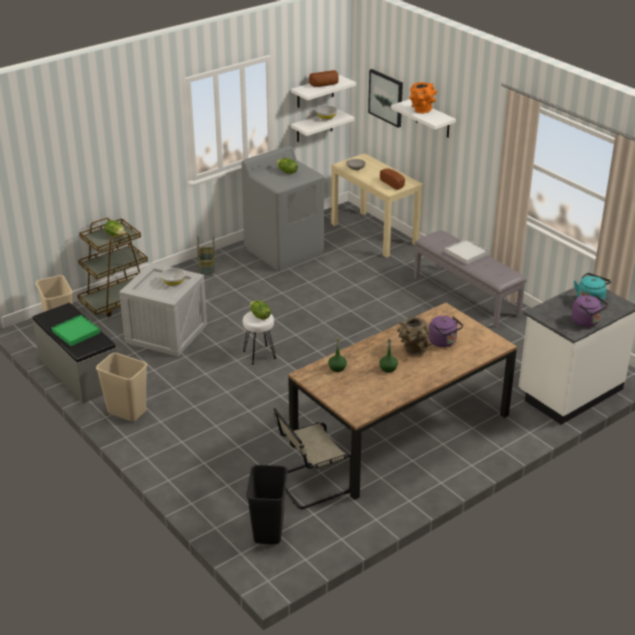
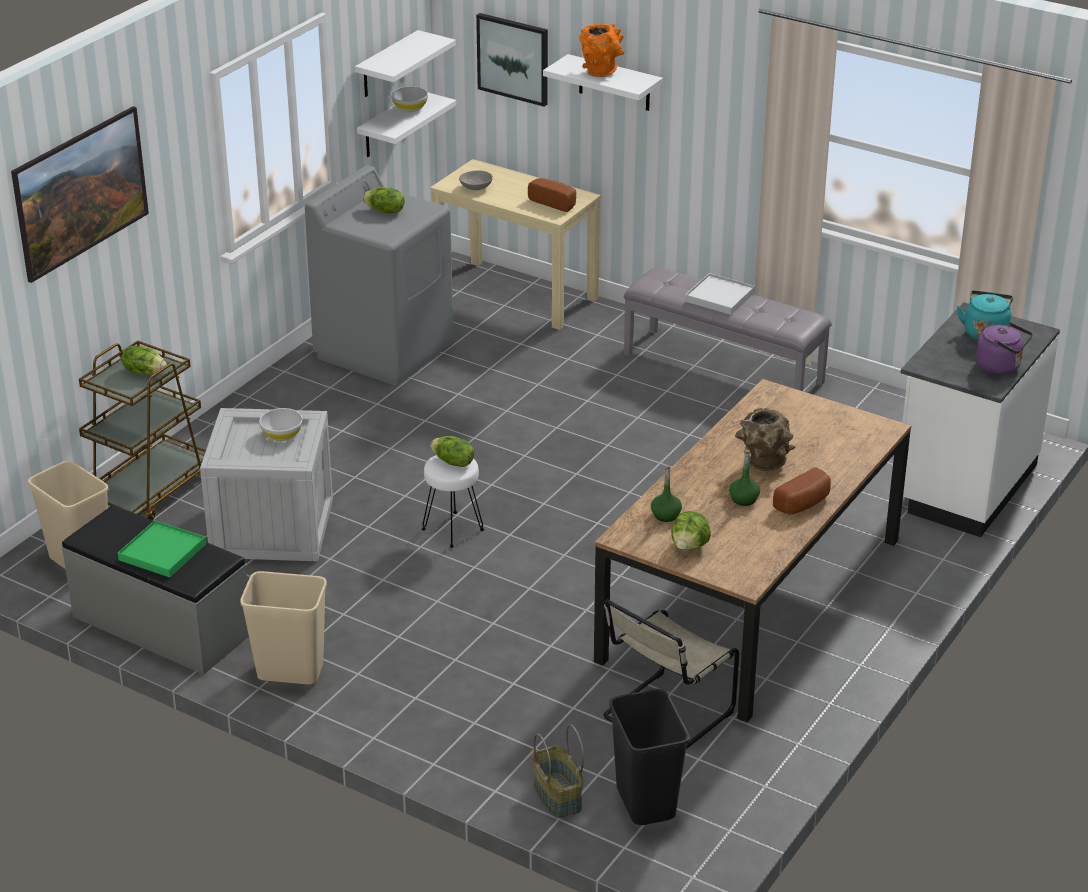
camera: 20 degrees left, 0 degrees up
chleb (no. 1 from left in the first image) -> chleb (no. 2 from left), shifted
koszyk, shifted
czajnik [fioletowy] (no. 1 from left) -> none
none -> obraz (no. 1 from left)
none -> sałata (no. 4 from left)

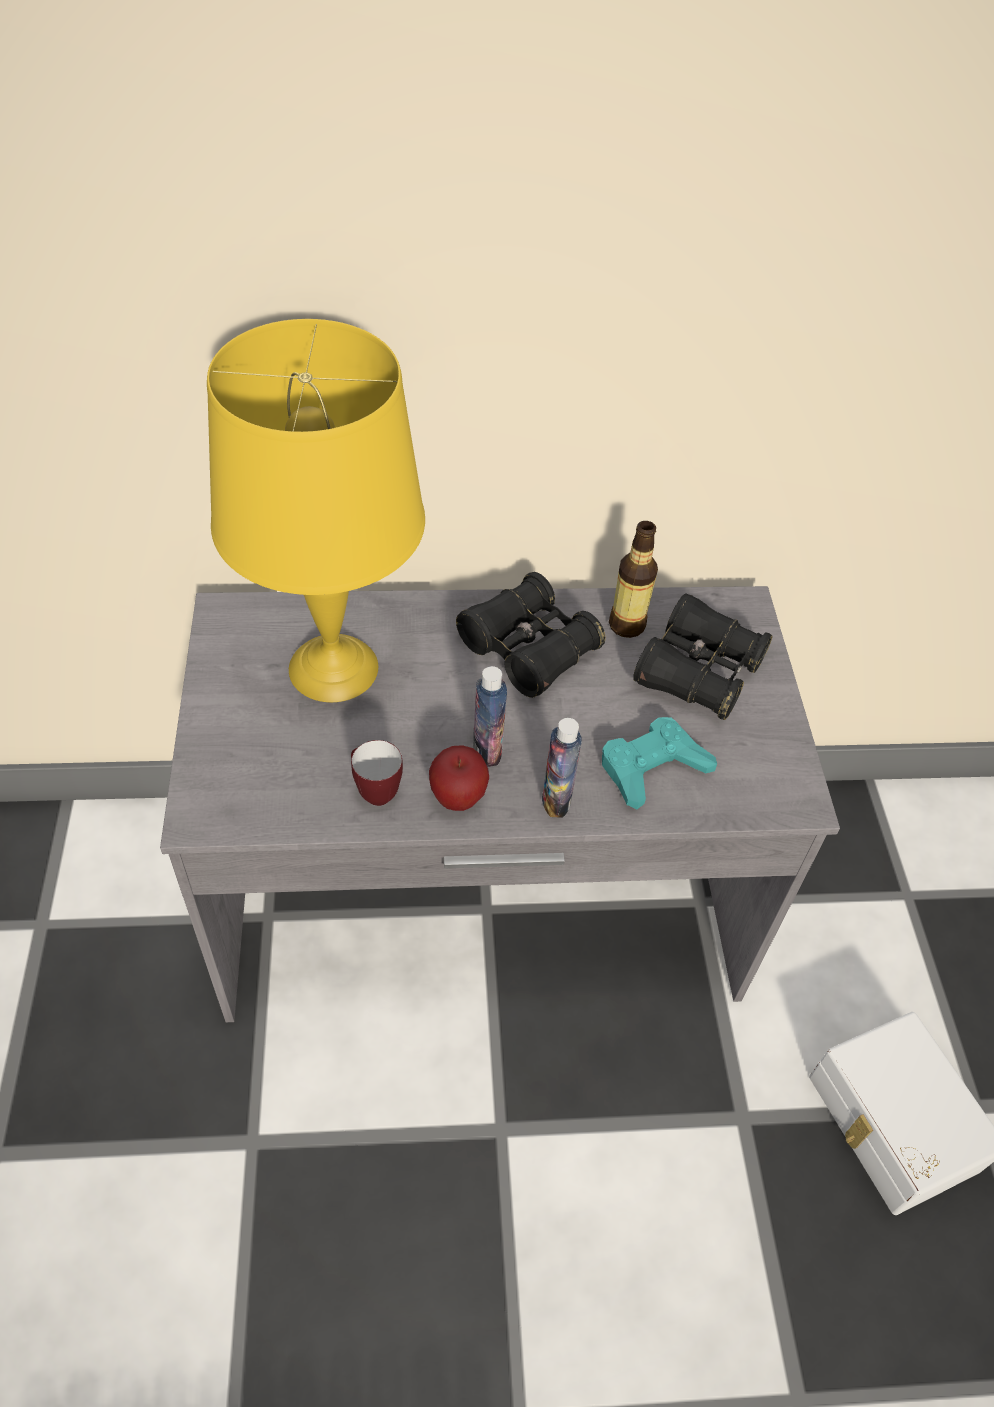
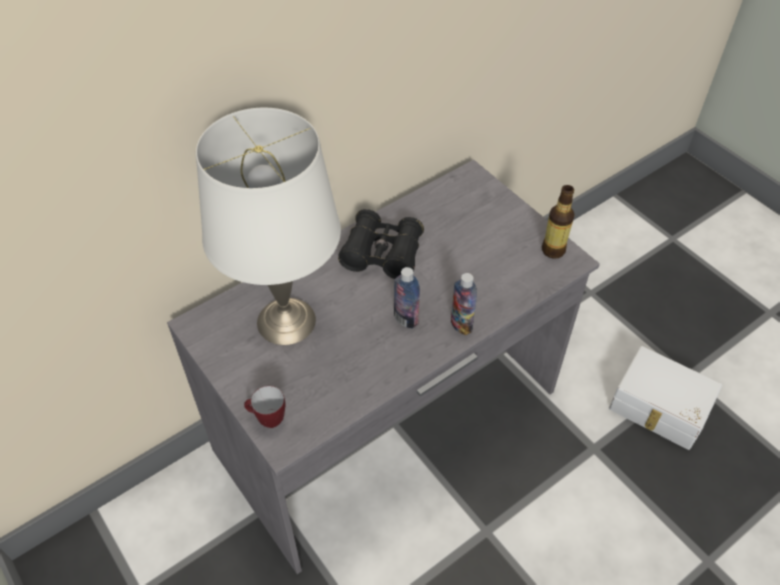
camera: 30 degrees left, 0 degrees up
lampa stołowa [żółty] -> lampa stołowa [biały]
butelka (no. 3 from left), shifted
lornetka [czarny] (no. 2 from left) -> none
pad do gier [turkusowy] -> none
kubek, shifted
jabłko -> none

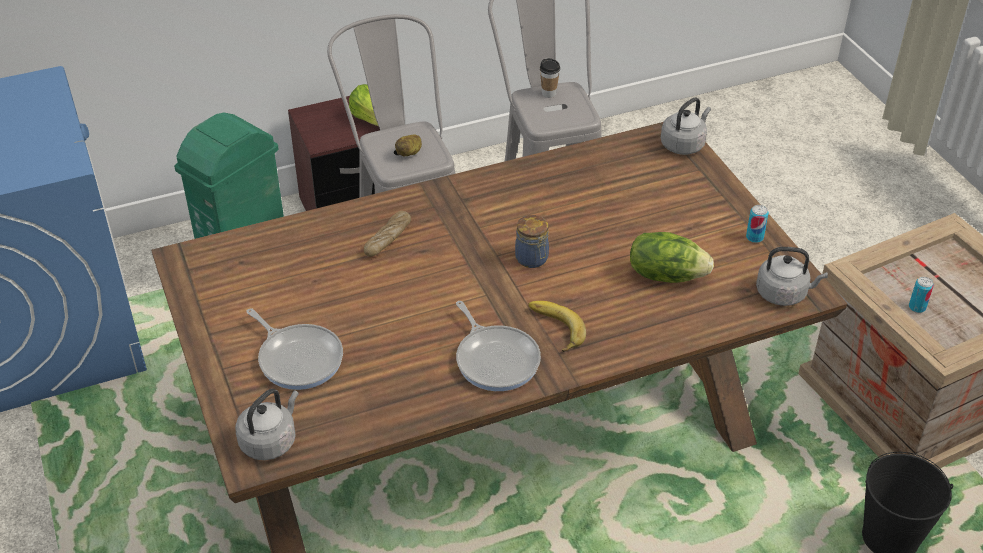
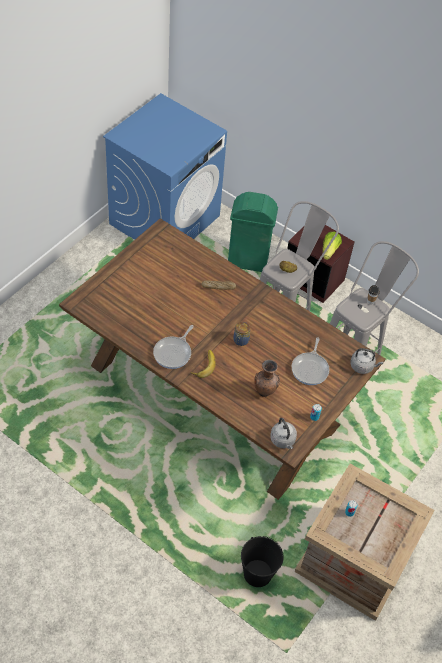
camera: 55 degrees right, 10 degrees up
sałata (no. 2 from left) -> wazon [brązowy]
patelnia (no. 1 from left in the first image) -> patelnia (no. 2 from left), shifted
czajnik [szary] (no. 1 from left) -> none

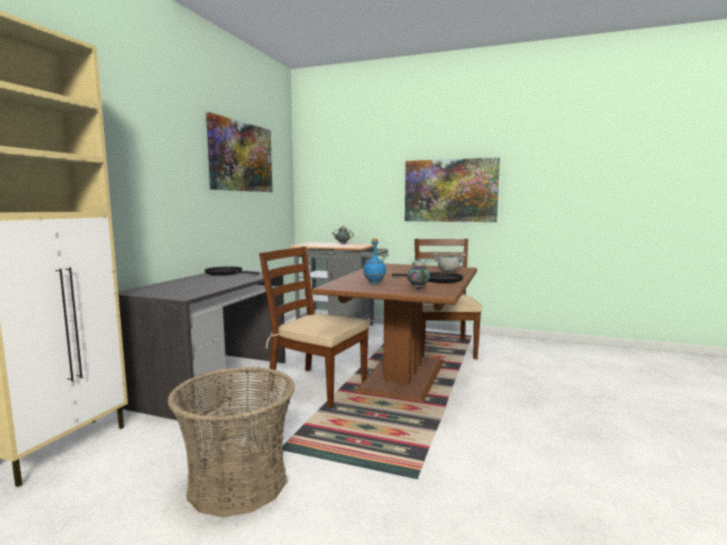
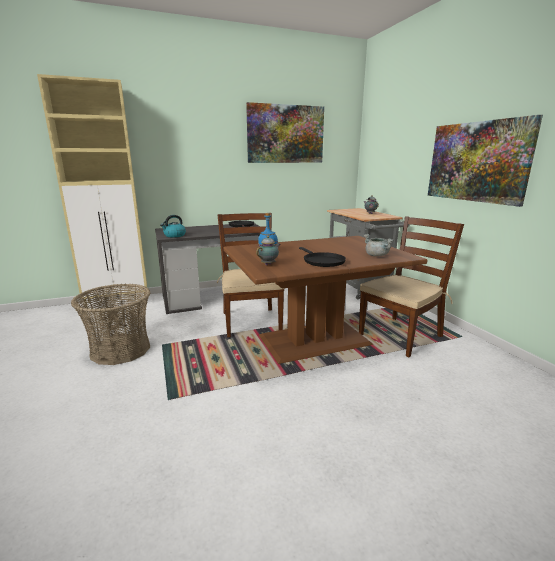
camera: 50 degrees right, 10 degrees up
none -> czajnik

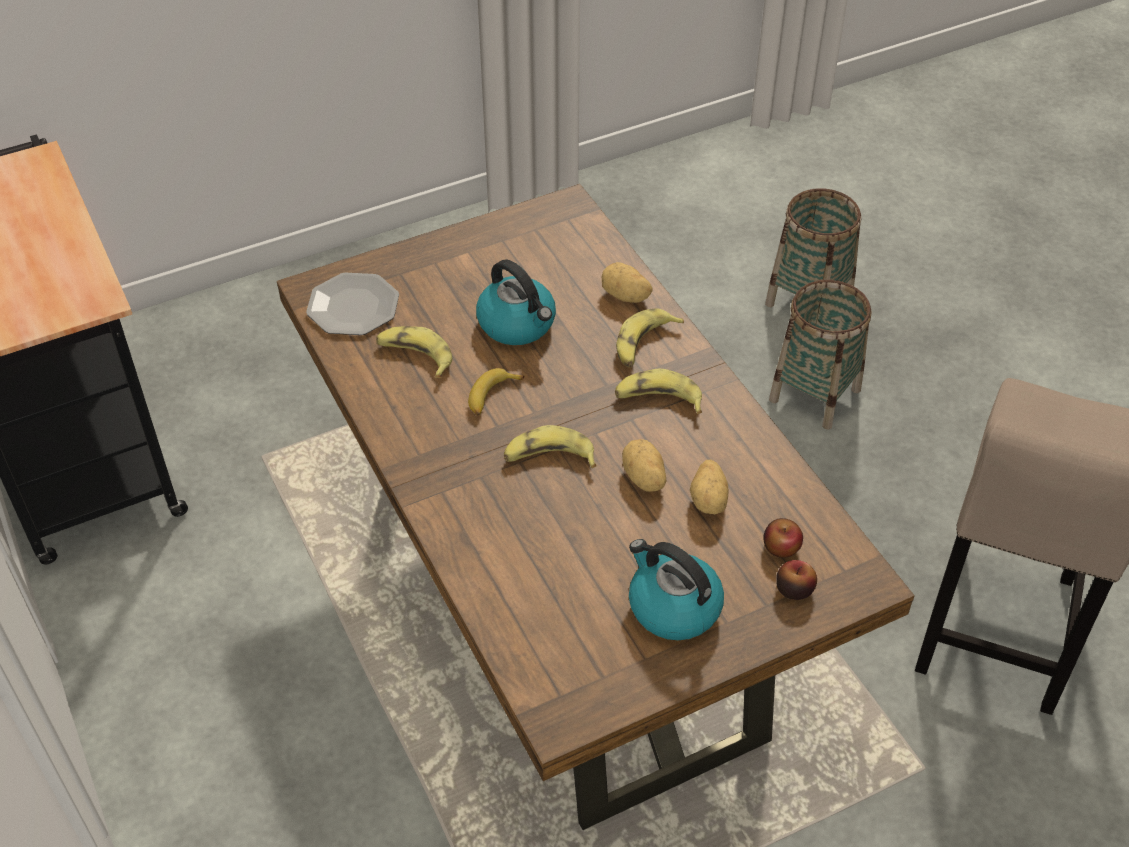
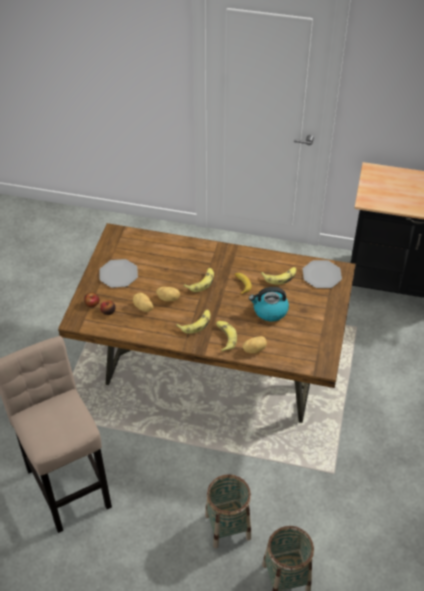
camera: 130 degrees right, 0 degrees up
czajnik (no. 2 from left) -> talerz (no. 1 from left)

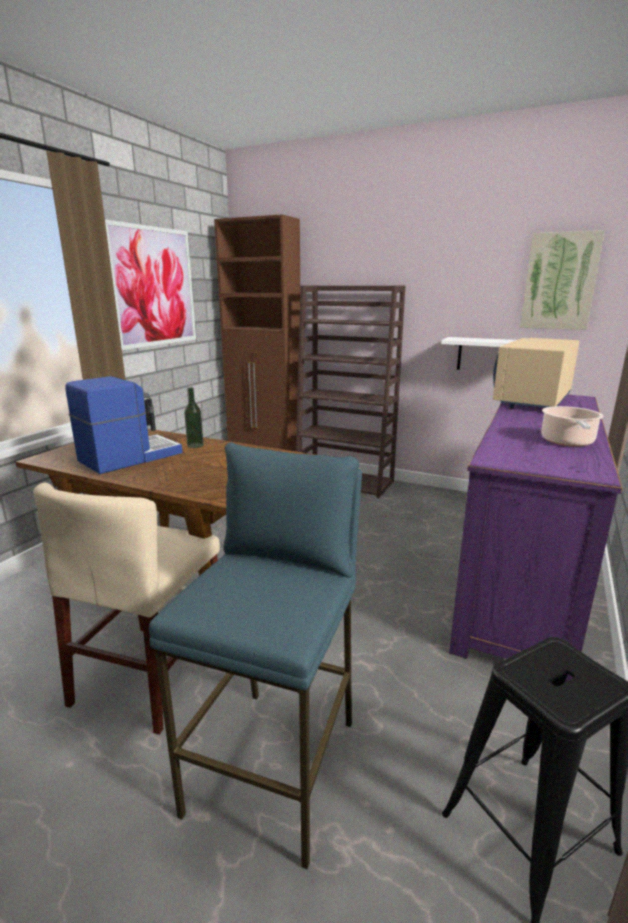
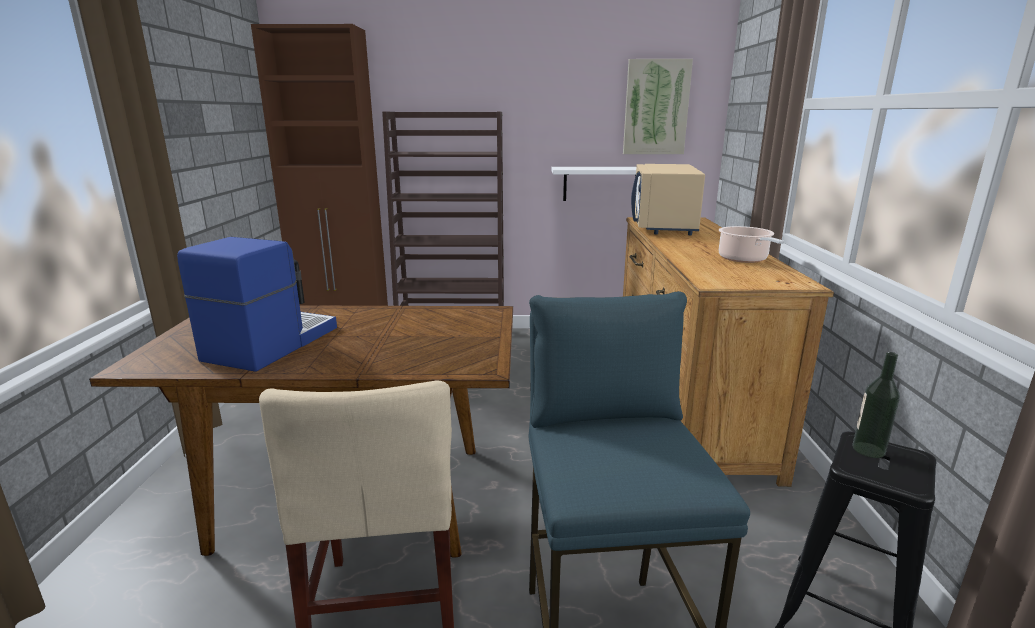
camera: 25 degrees left, 0 degrees up
obraz (no. 1 from left) -> none
butelka, shifted
komoda [fioletowy] -> komoda [brązowy]

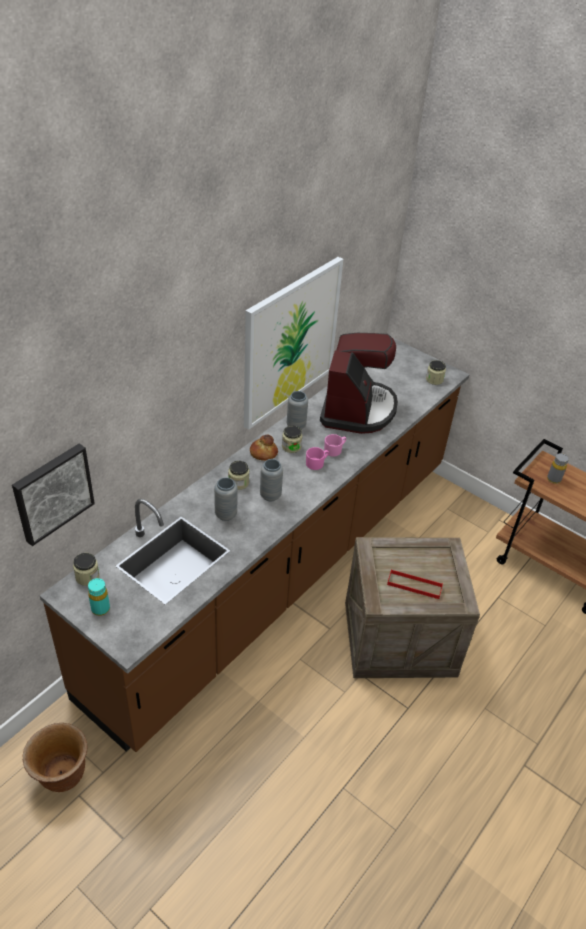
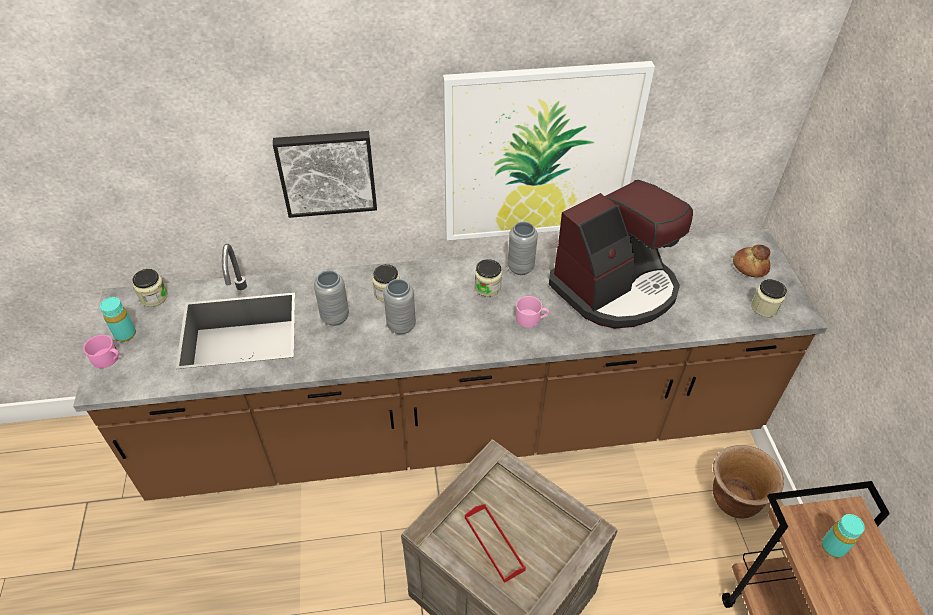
camera: 45 degrees right, 5 degrees up
chleb, shifted
obraz (no. 1 from left), shifted
kubek [różowy] (no. 1 from left), shifted
butelka [szary] -> butelka [turkusowy] (no. 2 from left)
donica [brązowy], shifted

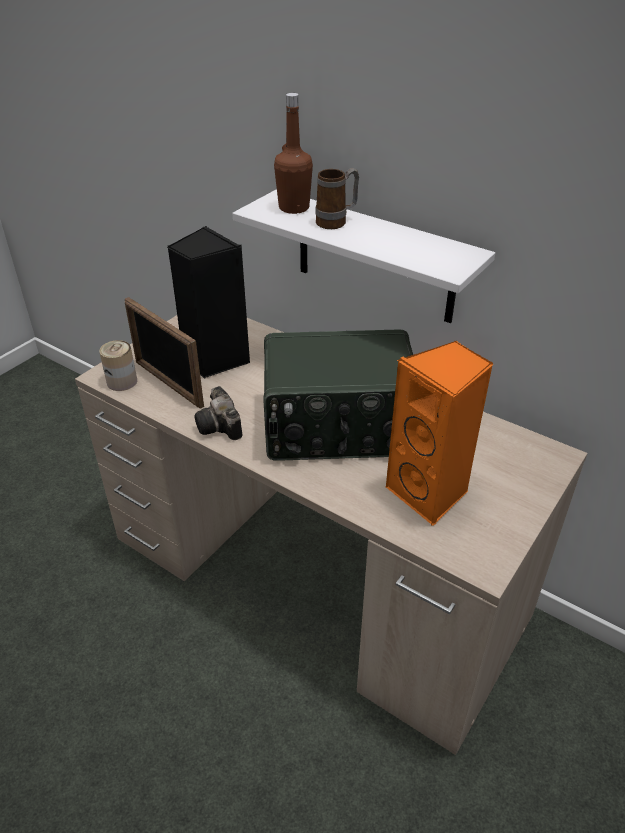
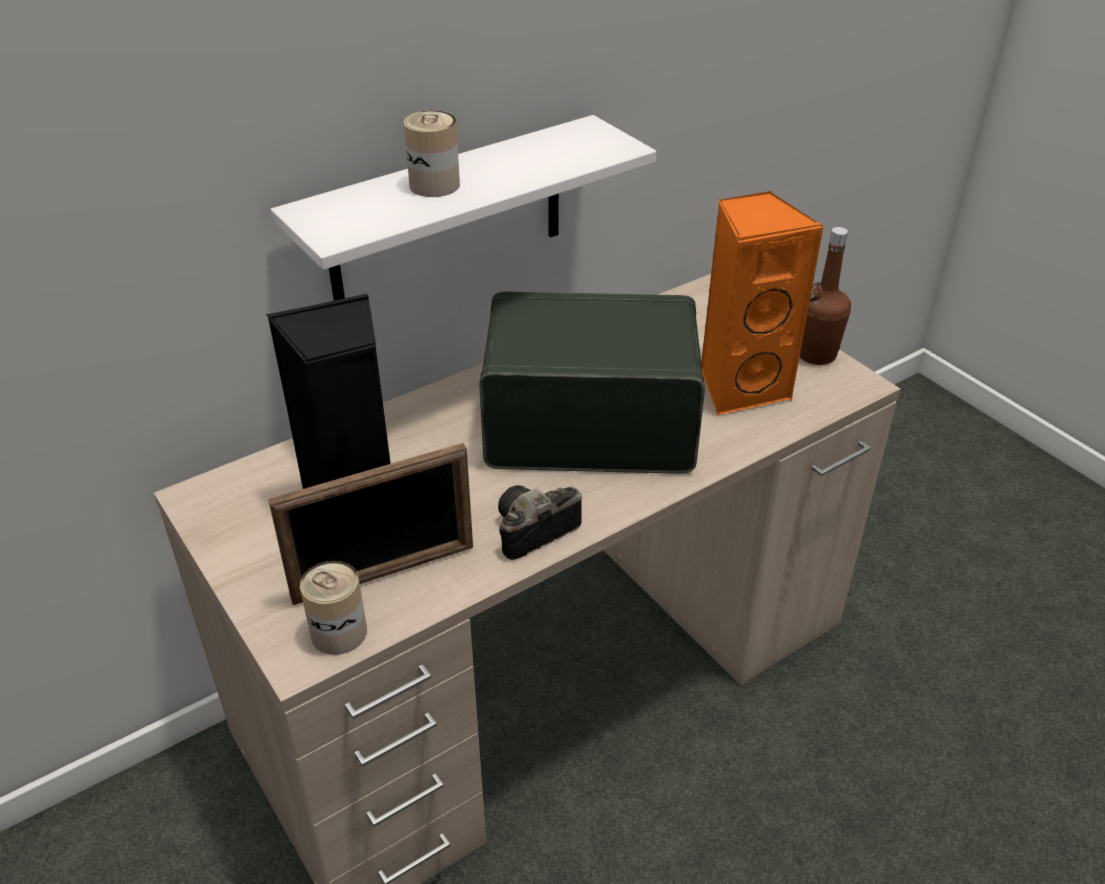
camera: 70 degrees left, 0 degrees up
butelka [brązowy], shifted
kubek -> puszka (no. 2 from left)
radio, 105 degrees counterclockwise
aparat fotograficzny, 150 degrees clockwise

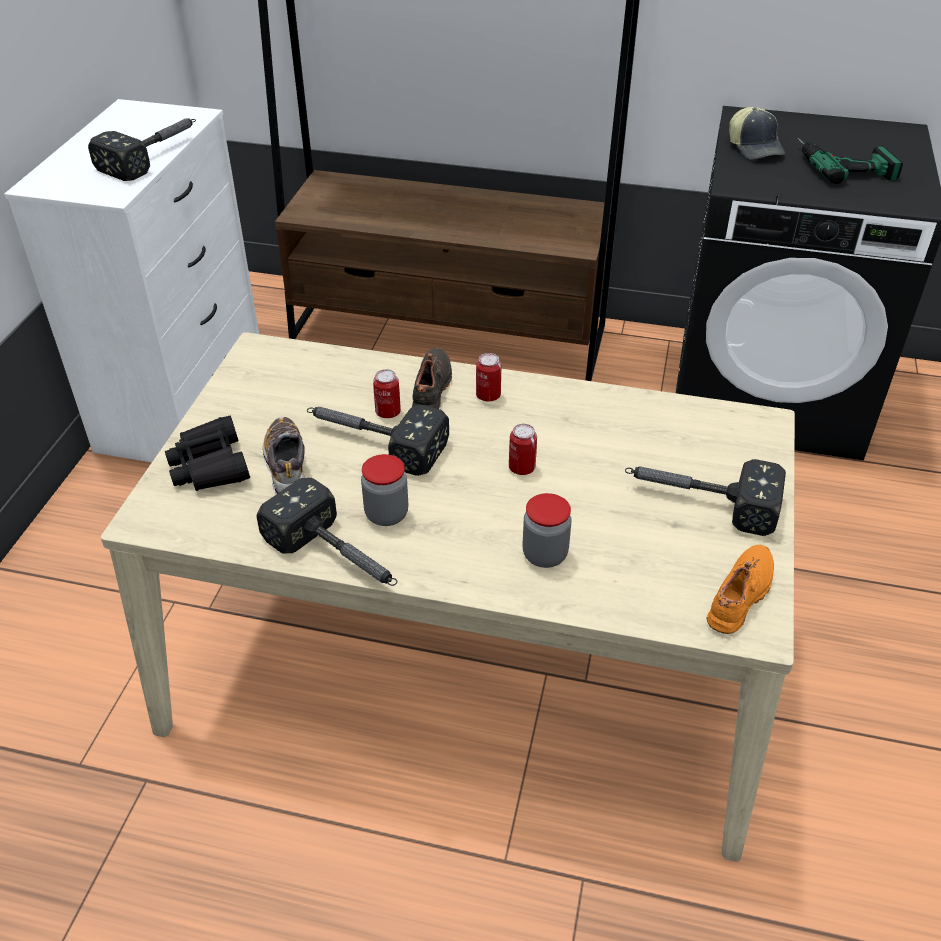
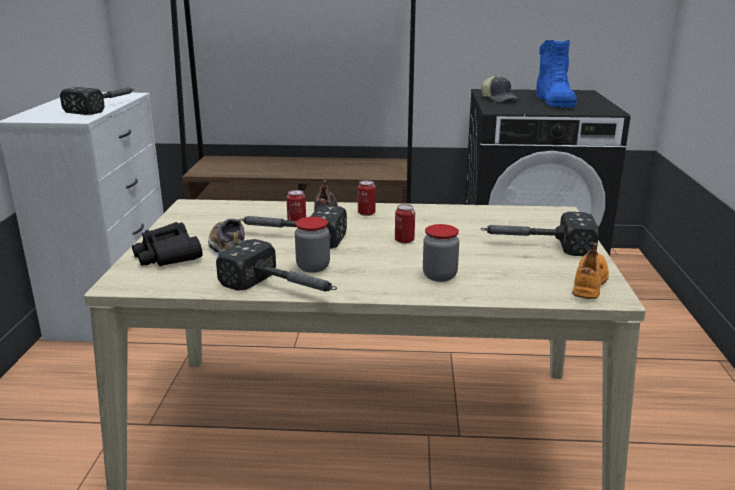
camera: 10 degrees left, 20 degrees down
wiertarka -> but z cholewką [niebieski]

